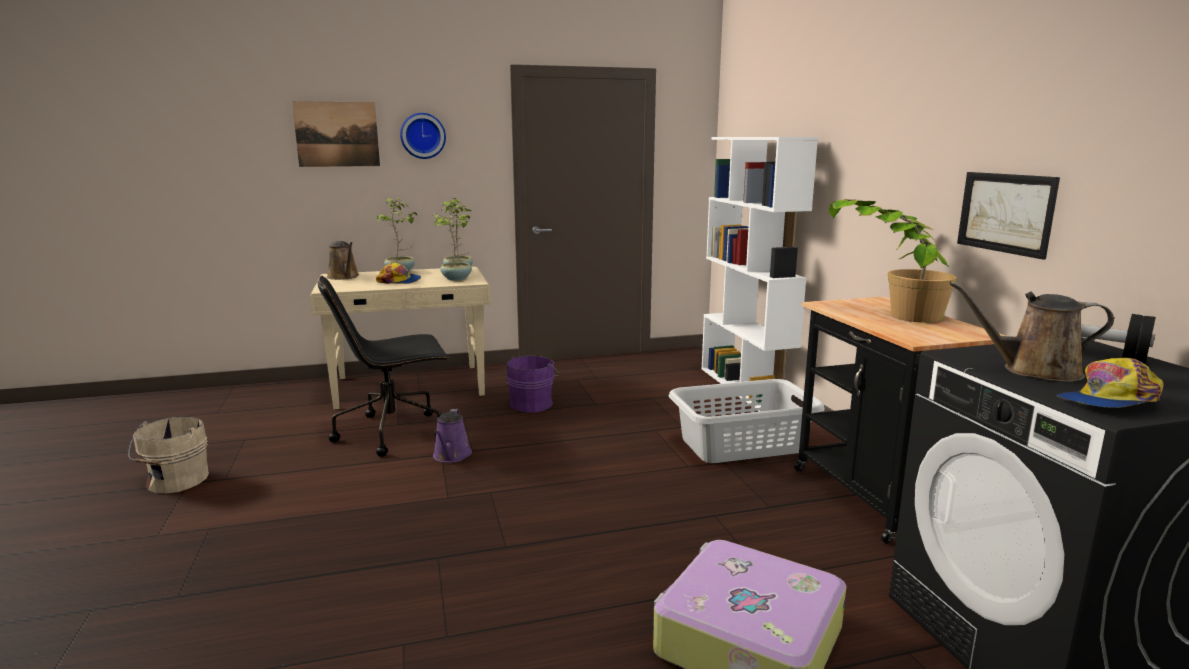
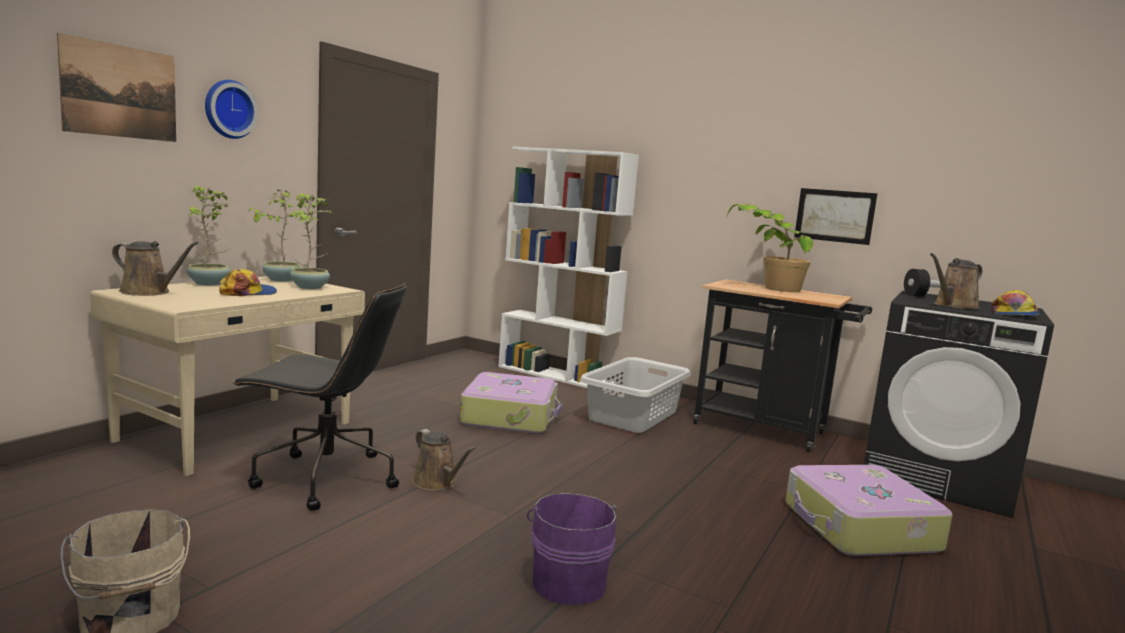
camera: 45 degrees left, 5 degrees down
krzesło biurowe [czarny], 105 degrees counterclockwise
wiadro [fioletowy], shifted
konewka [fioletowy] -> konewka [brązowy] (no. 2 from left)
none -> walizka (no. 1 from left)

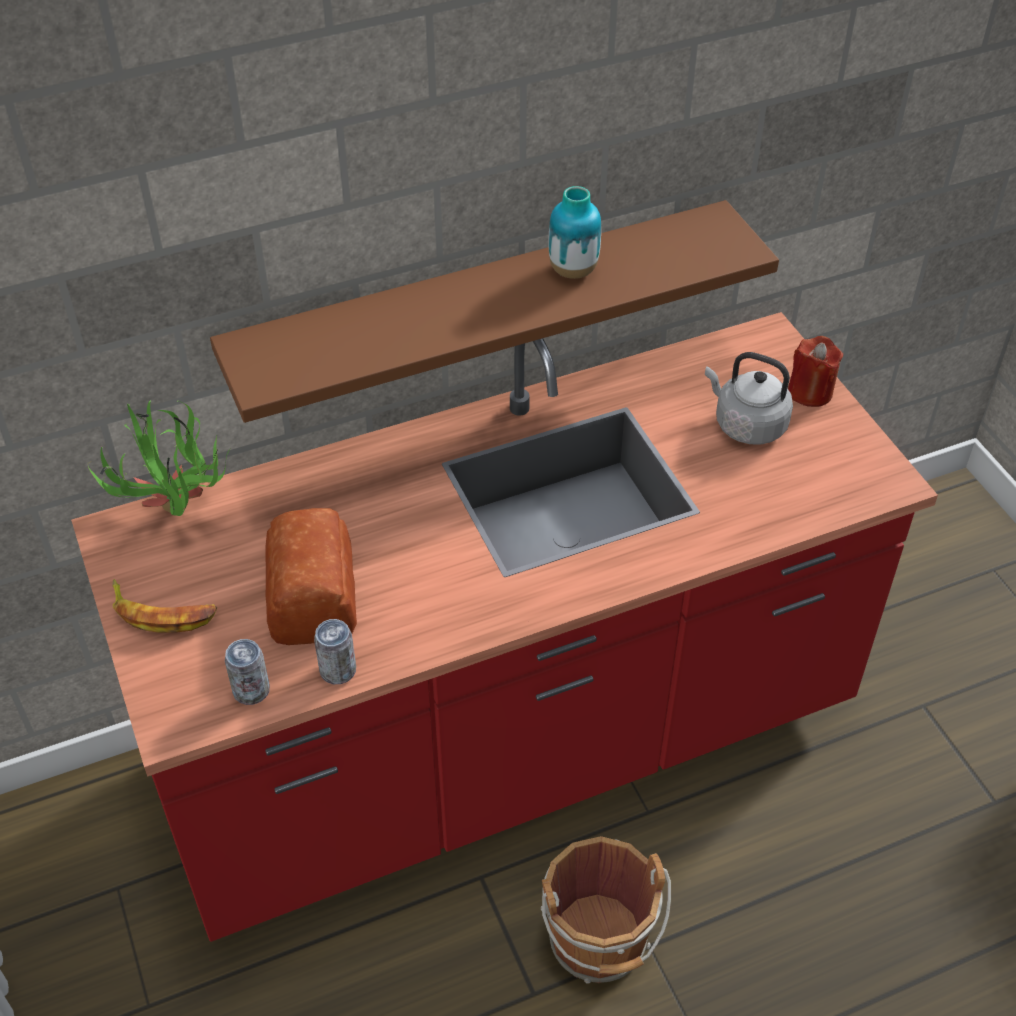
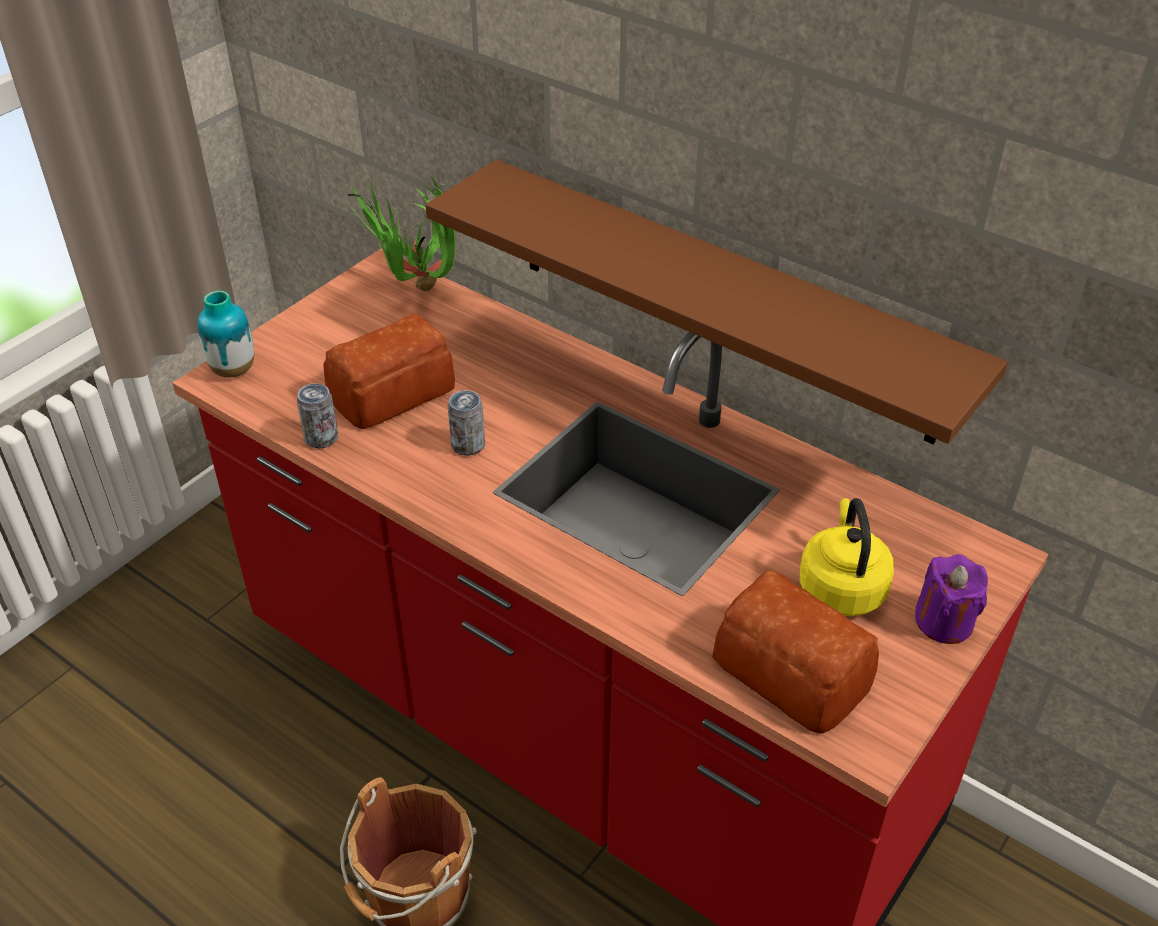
camera: 60 degrees right, 5 degrees down
wazon, shifted
świeca [czerwony] -> świeca [fioletowy]
czajnik [szary] -> czajnik [żółty]
banan -> none
puszka (no. 1 from left in the first image) -> puszka (no. 2 from left), shifted
none -> chleb (no. 2 from left)

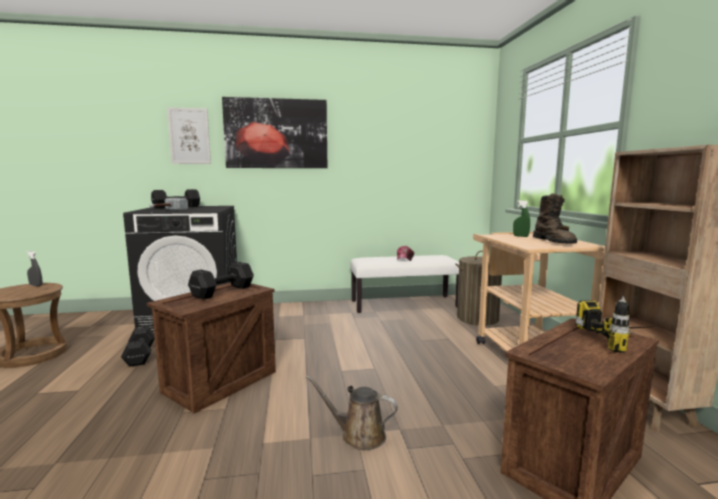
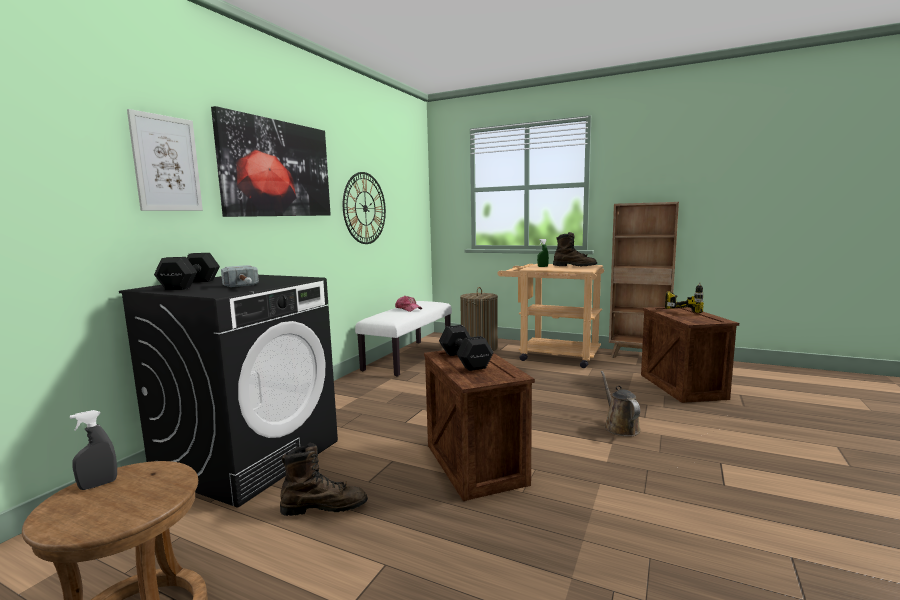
camera: 55 degrees left, 0 degrees up
hantel [czarny] (no. 1 from left) -> but z cholewką [brązowy] (no. 1 from left)
konewka [brązowy], 120 degrees clockwise
none -> zegar ścienny

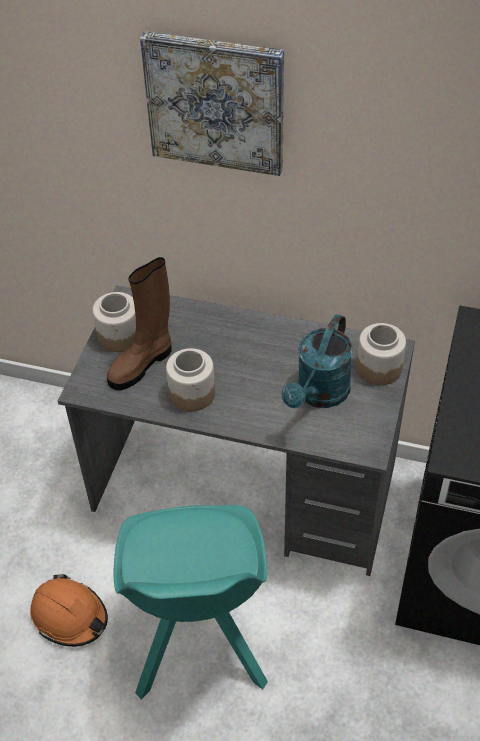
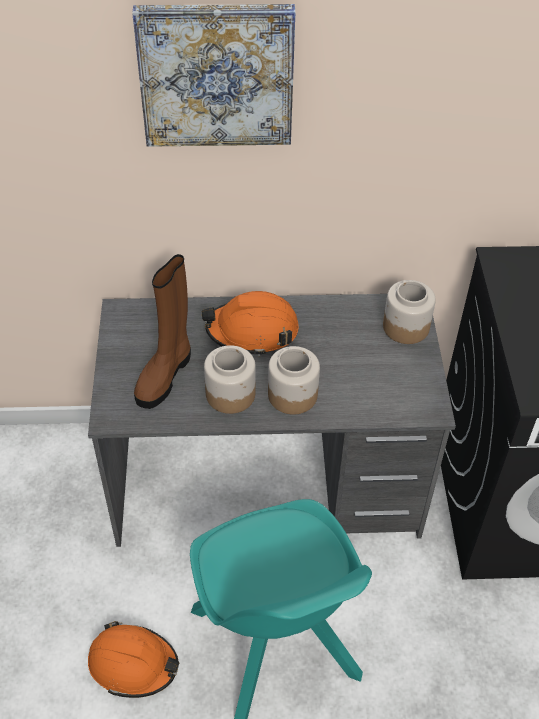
camera: 20 degrees left, 0 degrees up
słoik (no. 1 from left in the first image) -> słoik (no. 2 from left), shifted
konewka [turkusowy] -> none
none -> kask [pomarańczowy] (no. 2 from left)

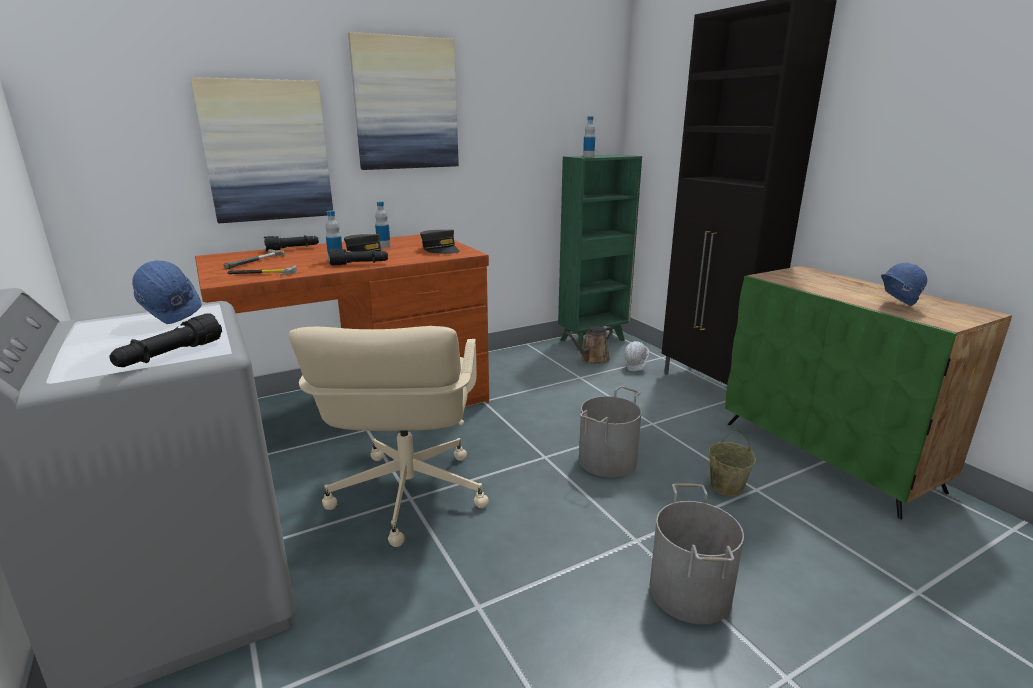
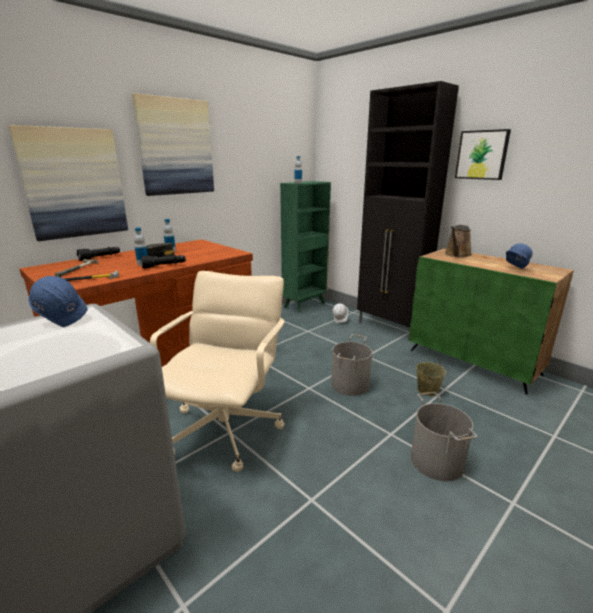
camera: 15 degrees left, 0 degrees up
czapka z daszkiem [szary] (no. 2 from left) -> none
latarka [czarny] (no. 1 from left) -> none
krzesło biurowe [beżowy], 150 degrees counterclockwise
konewka [brązowy], shifted
none -> obraz (no. 3 from left)

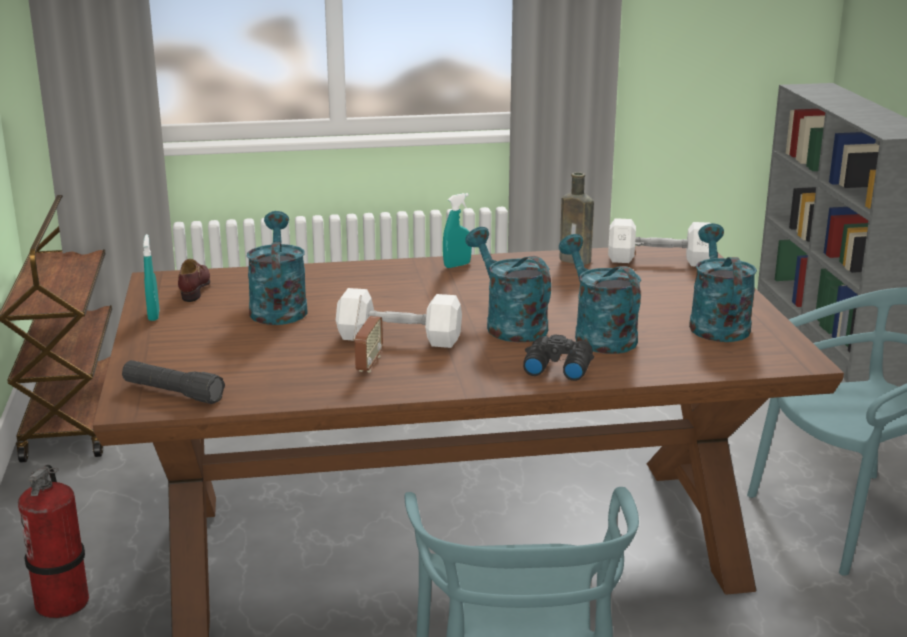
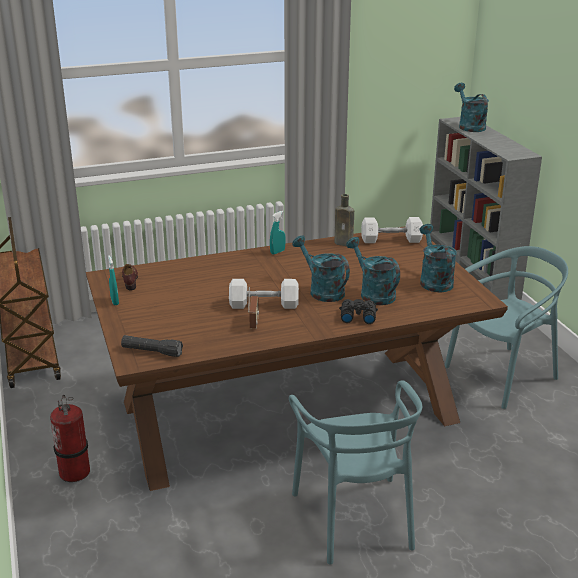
camera: 10 degrees left, 5 degrees up
konewka [turkusowy] (no. 1 from left in the first image) -> konewka [turkusowy] (no. 4 from left), shifted

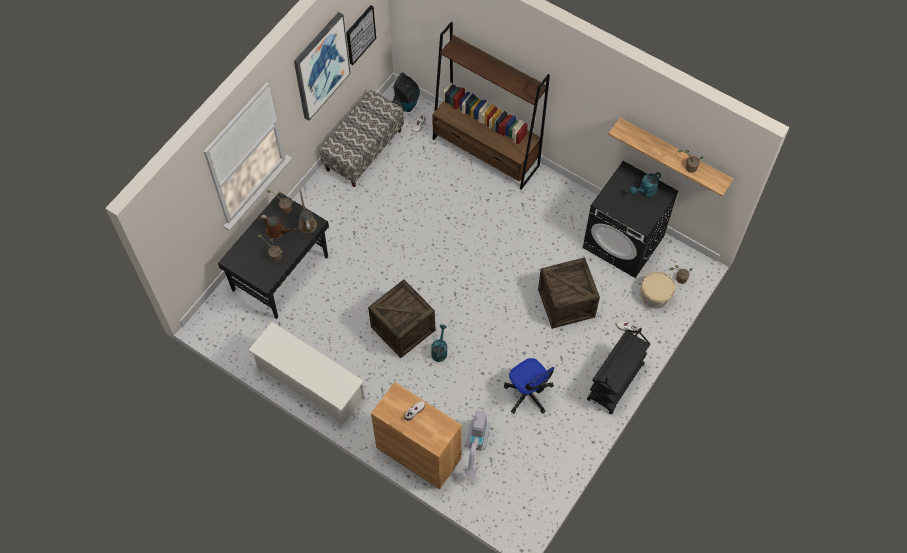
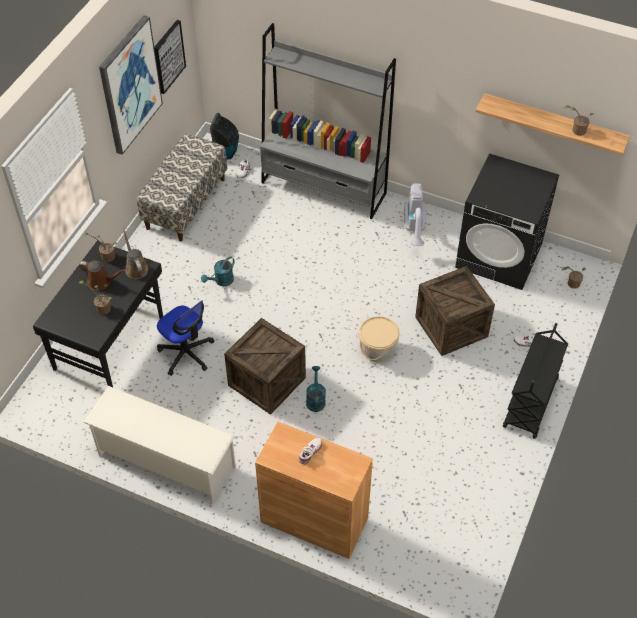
camera: 10 degrees left, 10 degrees down
regał [brązowy] -> regał [szary]
konewka [turkusowy] (no. 2 from left in the first image) -> konewka [turkusowy] (no. 1 from left), shifted
wiadro [beżowy], shifted
krzesło biurowe, shifted
odkurzacz (no. 2 from left), shifted

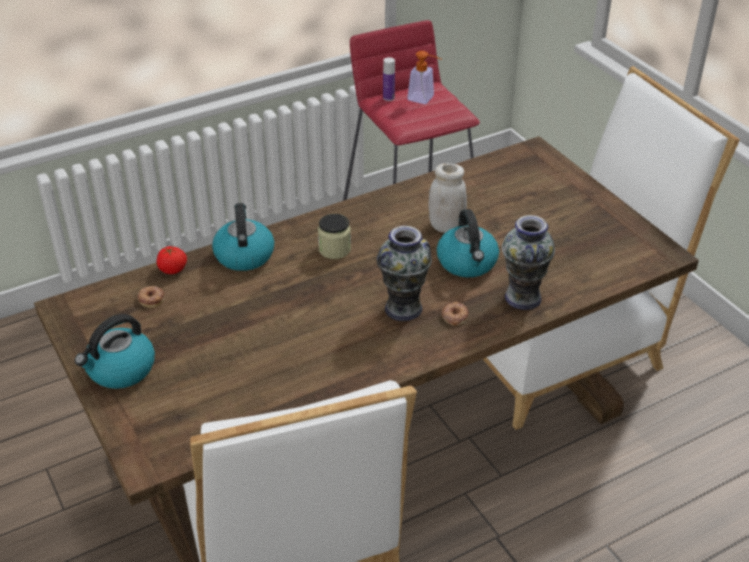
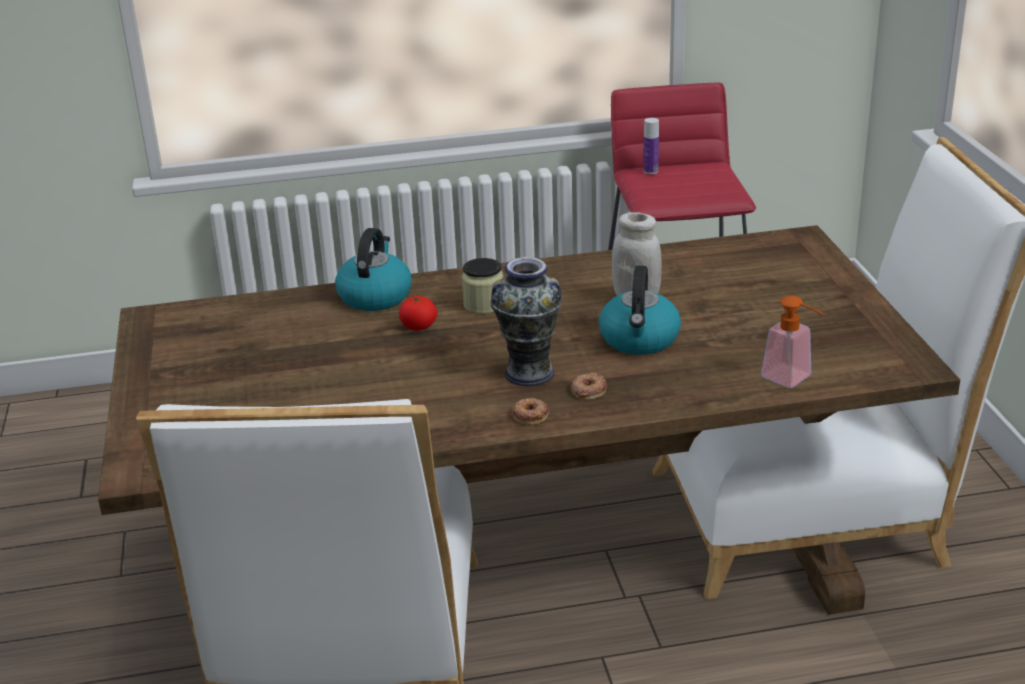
camera: 20 degrees right, 10 degrees down
dozownik mydła, shifted
wazon (no. 2 from left) -> none
pomidor, shifted
donut (no. 1 from left), shifted
czajnik (no. 1 from left) -> none

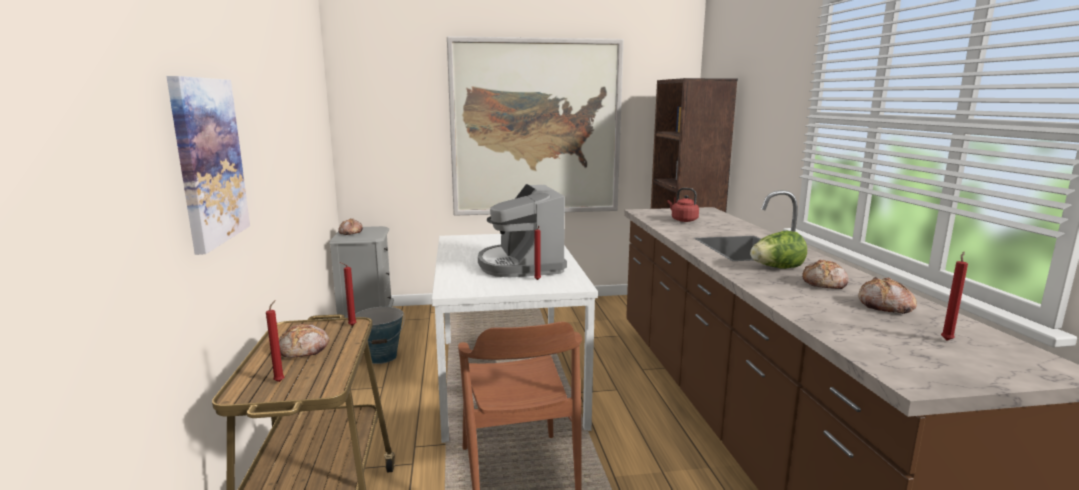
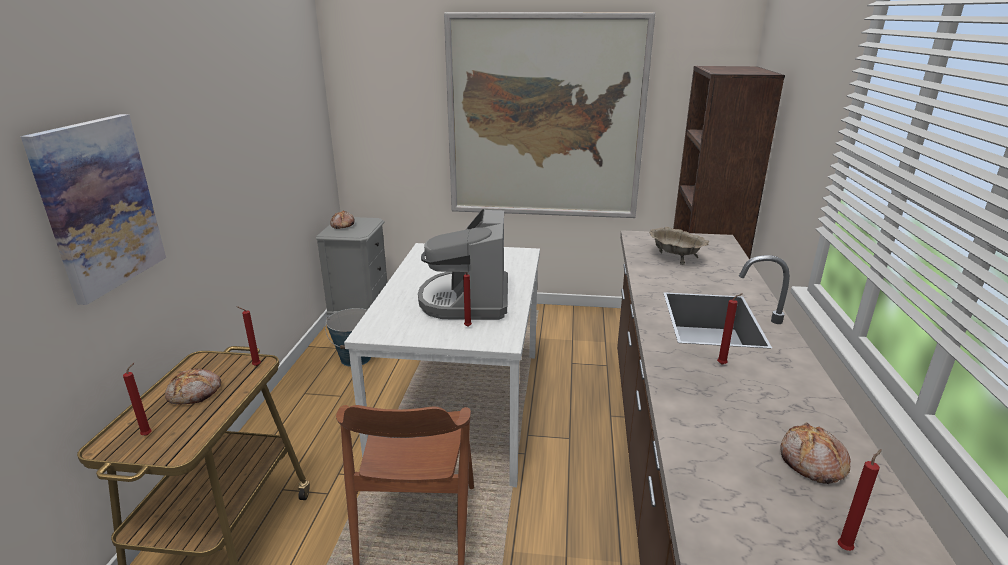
camera: 15 degrees right, 10 degrees up
czajnik [czerwony] -> miska [beżowy]
sałata -> świeca [czerwony] (no. 4 from left)
chleb (no. 3 from left) -> none

